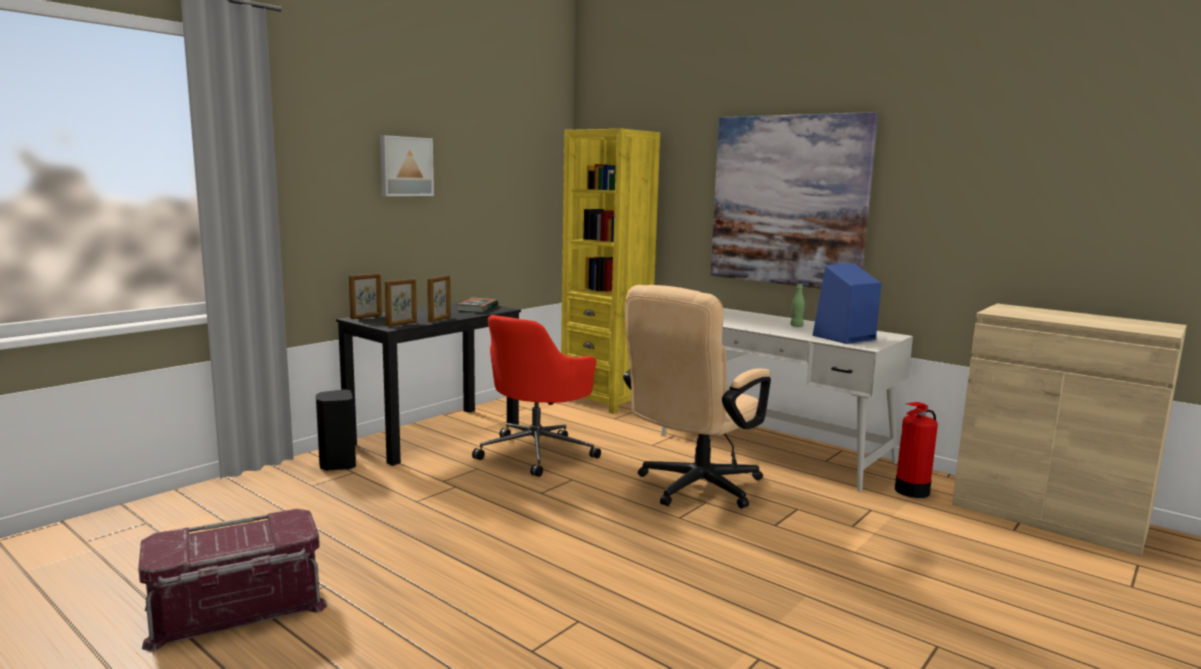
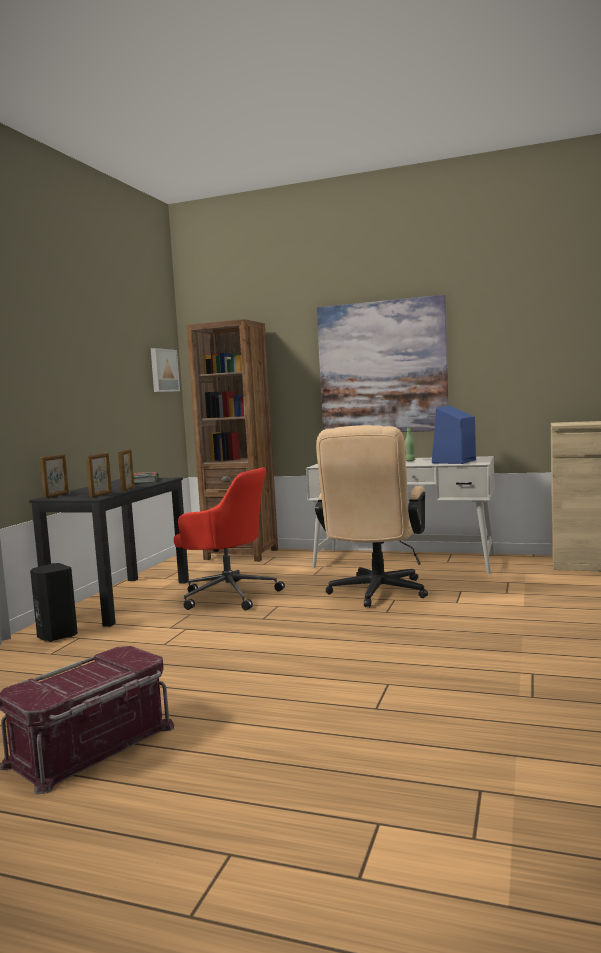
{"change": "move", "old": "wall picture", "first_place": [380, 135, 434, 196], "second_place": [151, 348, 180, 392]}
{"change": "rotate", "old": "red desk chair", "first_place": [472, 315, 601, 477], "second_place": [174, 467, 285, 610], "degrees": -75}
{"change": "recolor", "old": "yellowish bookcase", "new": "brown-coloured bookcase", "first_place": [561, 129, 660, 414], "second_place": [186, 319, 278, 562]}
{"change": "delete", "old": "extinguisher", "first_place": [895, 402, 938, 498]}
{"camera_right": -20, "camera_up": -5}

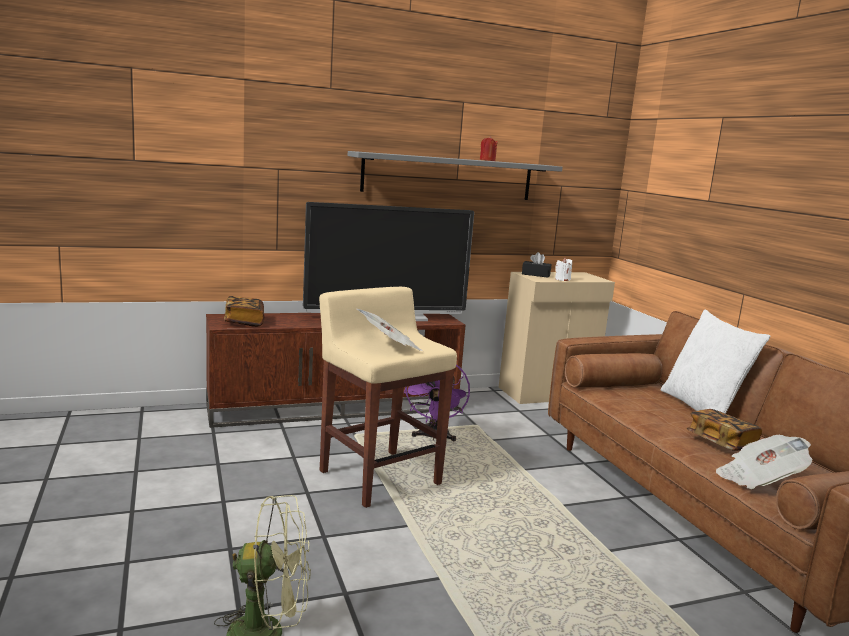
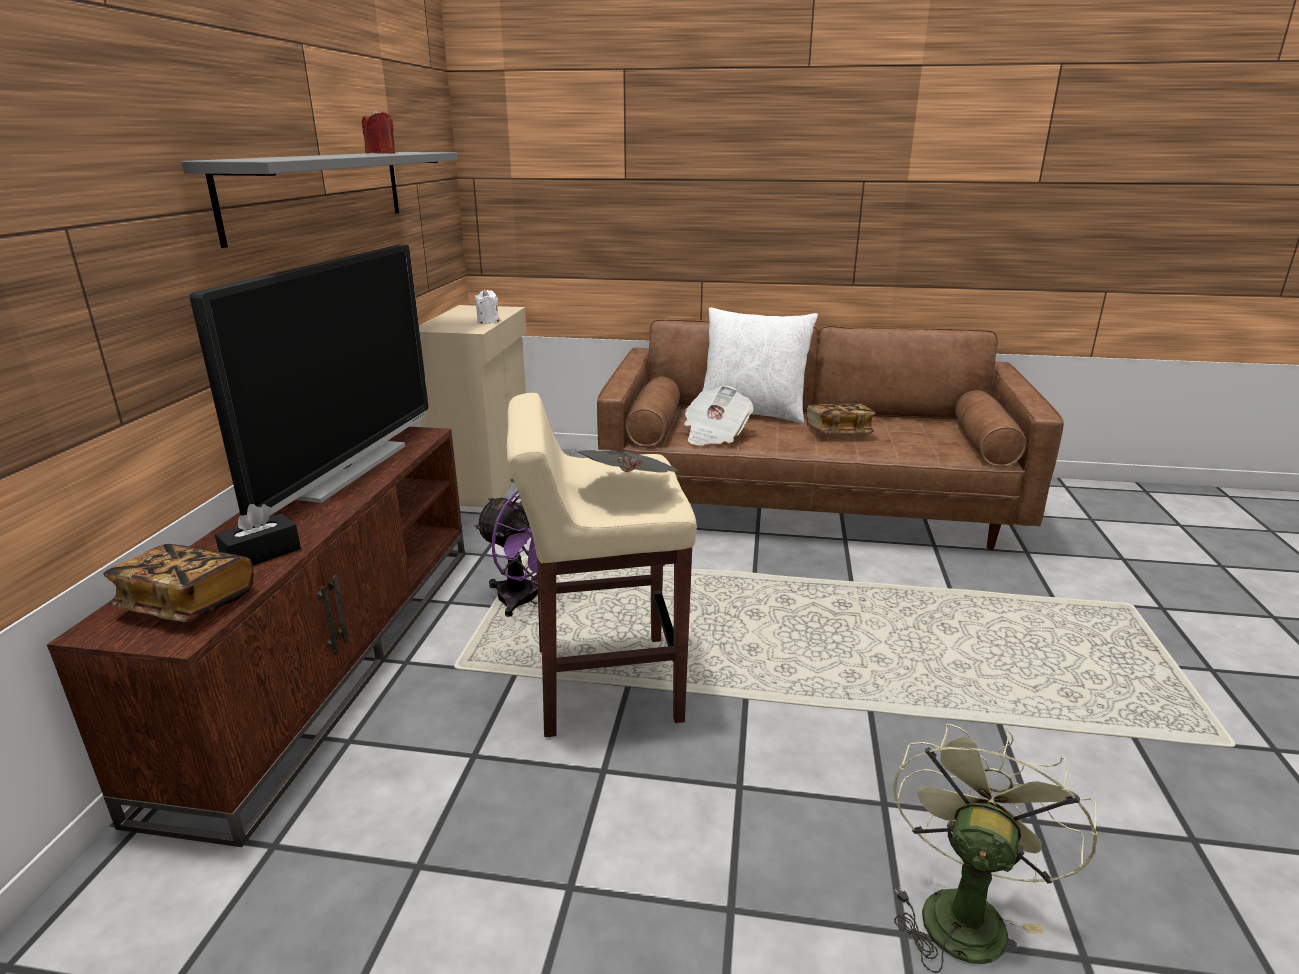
{"change": "move", "old": "black-coloured box of tissues", "first_place": [522, 252, 551, 278], "second_place": [215, 504, 301, 565]}
{"change": "move", "old": "printed paper", "first_place": [716, 435, 812, 489], "second_place": [684, 386, 754, 445]}
{"camera_right": -60, "camera_up": 10}

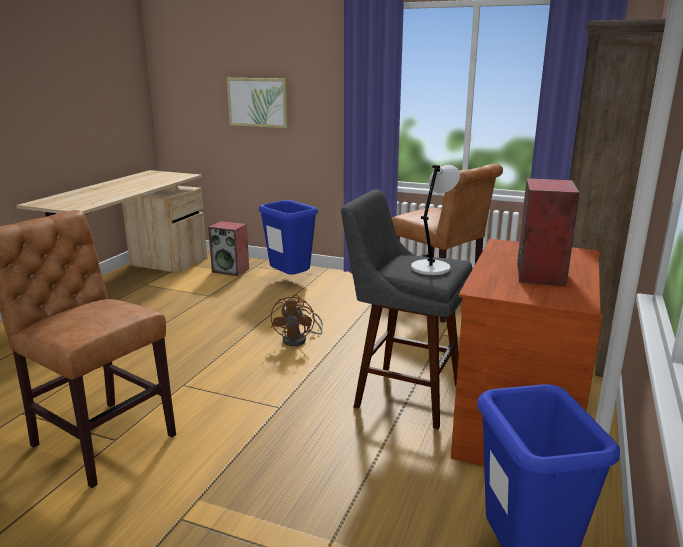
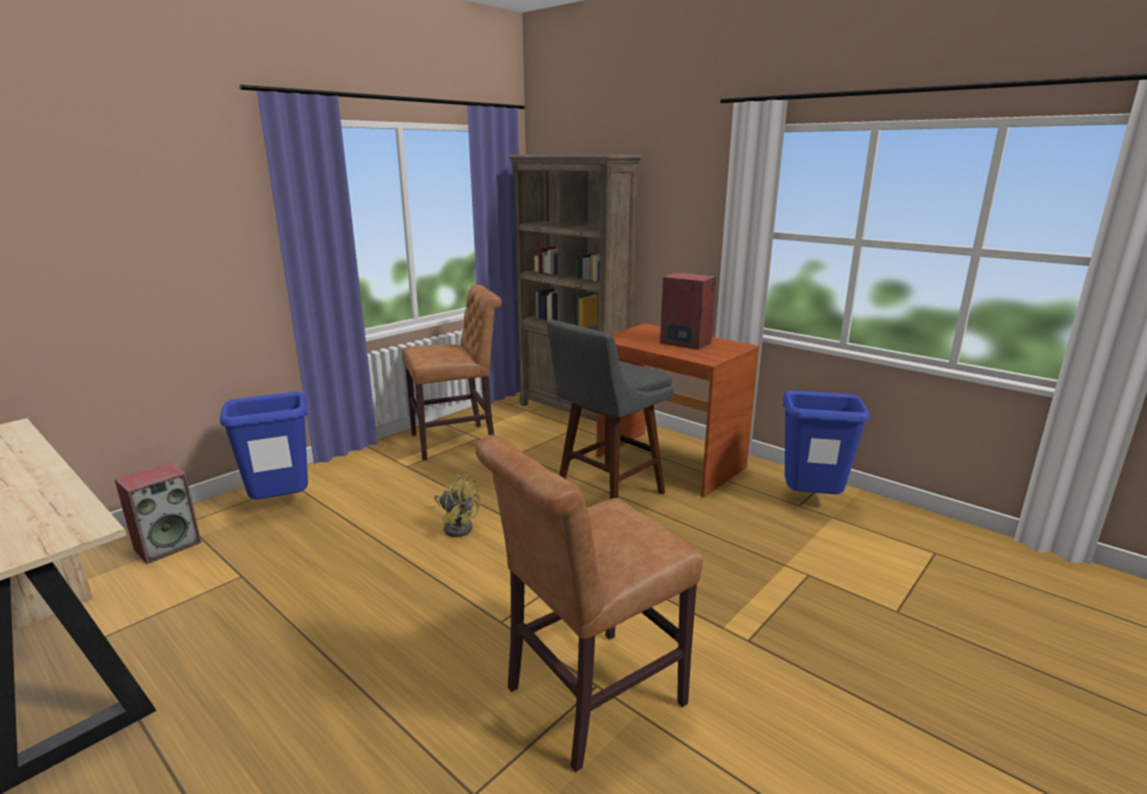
{"change": "delete", "old": "wall picture", "first_place": [227, 78, 288, 128]}
{"change": "recolor", "old": "brown-coloured fan", "new": "yellowish fan", "first_place": [271, 295, 323, 346], "second_place": [434, 474, 480, 537]}
{"change": "delete", "old": "gray tabletop lamp", "first_place": [411, 165, 460, 275]}
{"camera_right": -70, "camera_up": 0}

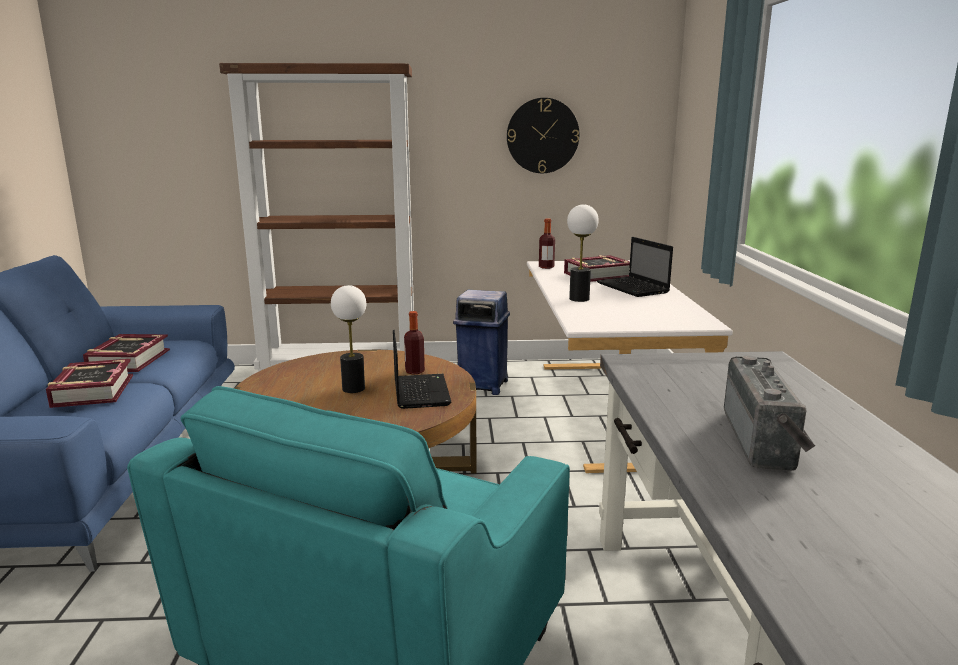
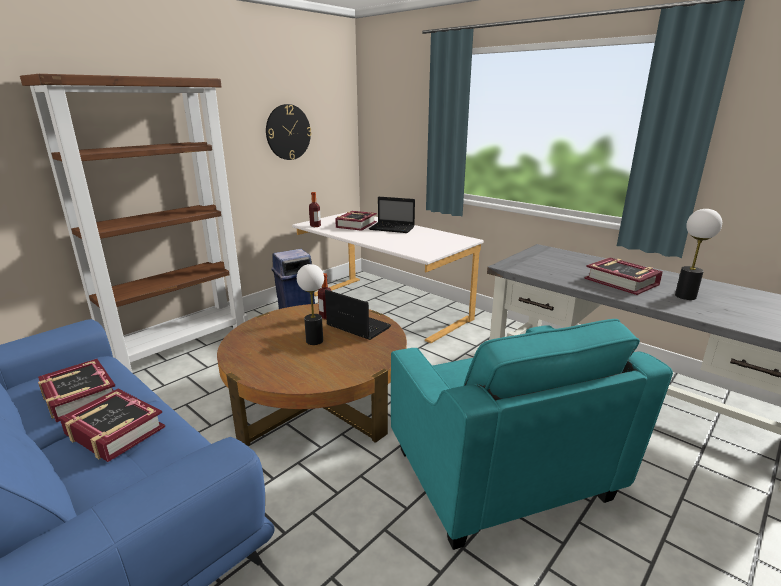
{"change": "move", "old": "tabletop lamp", "first_place": [567, 204, 599, 302], "second_place": [675, 209, 722, 300]}
{"change": "replace", "old": "radio receiver", "new": "bound book", "first_place": [724, 355, 815, 471], "second_place": [585, 258, 663, 295]}
{"camera_right": -45, "camera_up": 5}

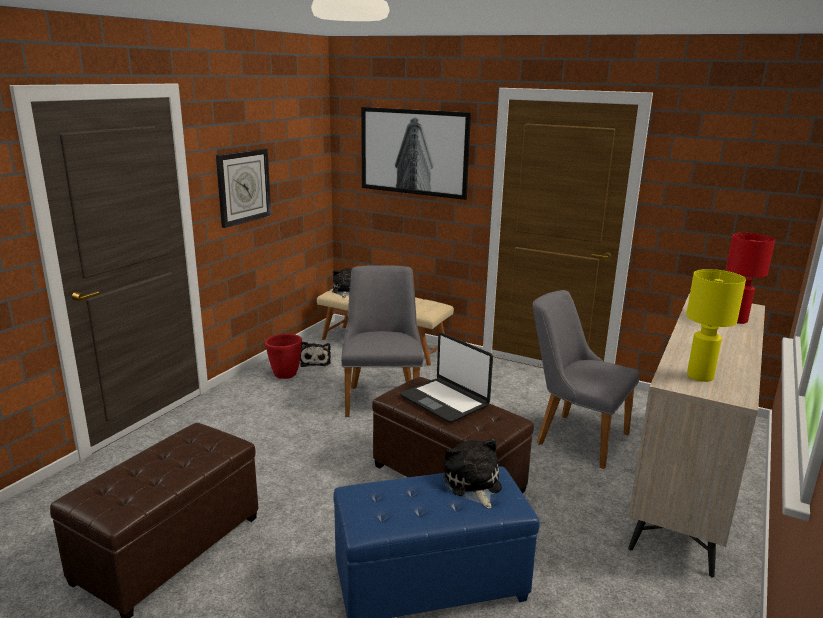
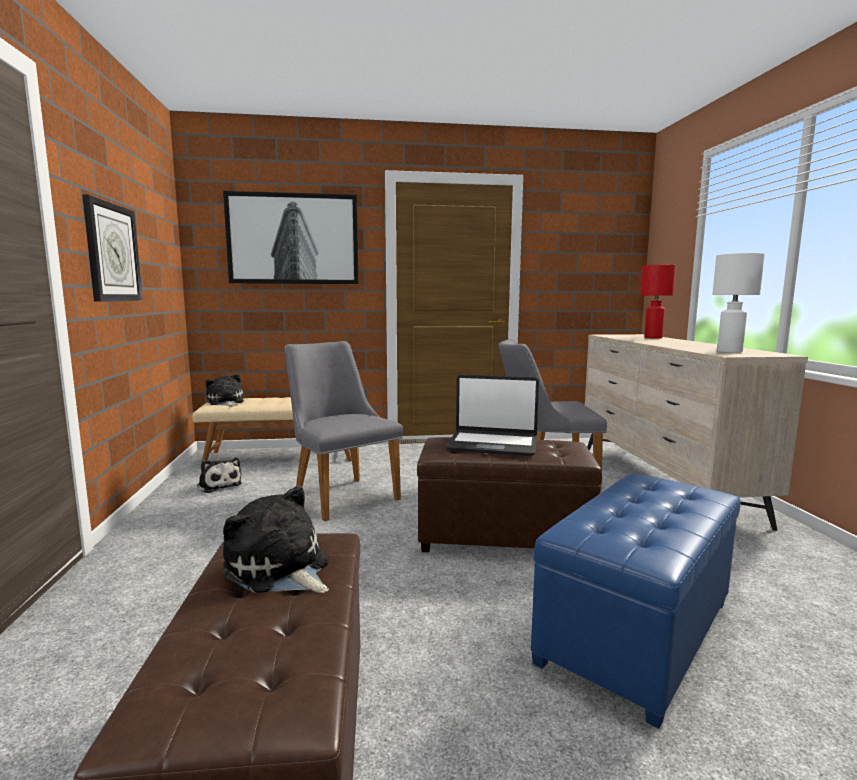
{"change": "delete", "old": "red planter", "first_place": [265, 334, 302, 379]}
{"change": "move", "old": "soft toy", "first_place": [443, 439, 502, 509], "second_place": [223, 486, 329, 593]}
{"change": "recolor", "old": "yellowish tabletop lamp", "new": "white tabletop lamp", "first_place": [686, 269, 746, 382], "second_place": [712, 253, 765, 353]}
{"camera_right": -35, "camera_up": -10}

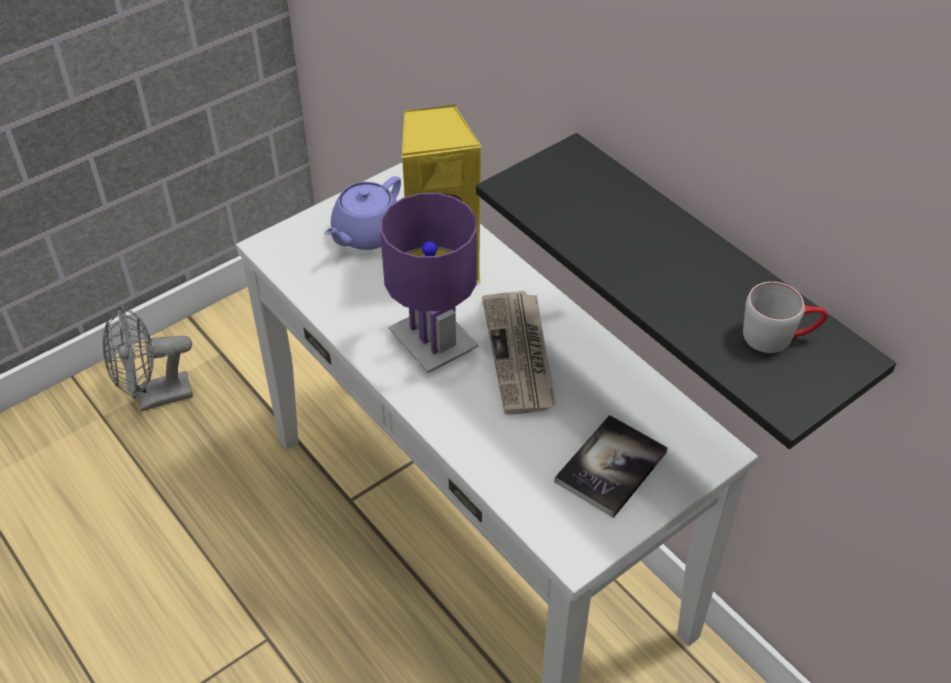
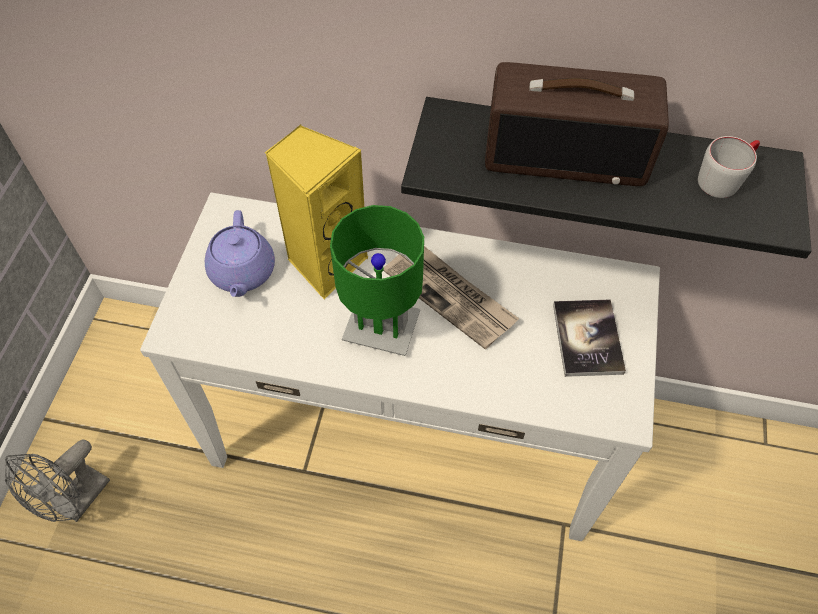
{"change": "recolor", "old": "purple tabletop lamp", "new": "greenish tabletop lamp", "first_place": [380, 193, 479, 373], "second_place": [330, 205, 424, 356]}
{"change": "insert", "new": "radio receiver", "second_place": [485, 62, 669, 186]}
{"camera_right": -40, "camera_up": 10}

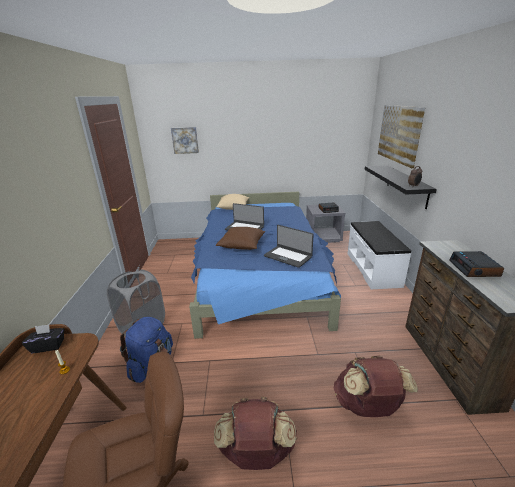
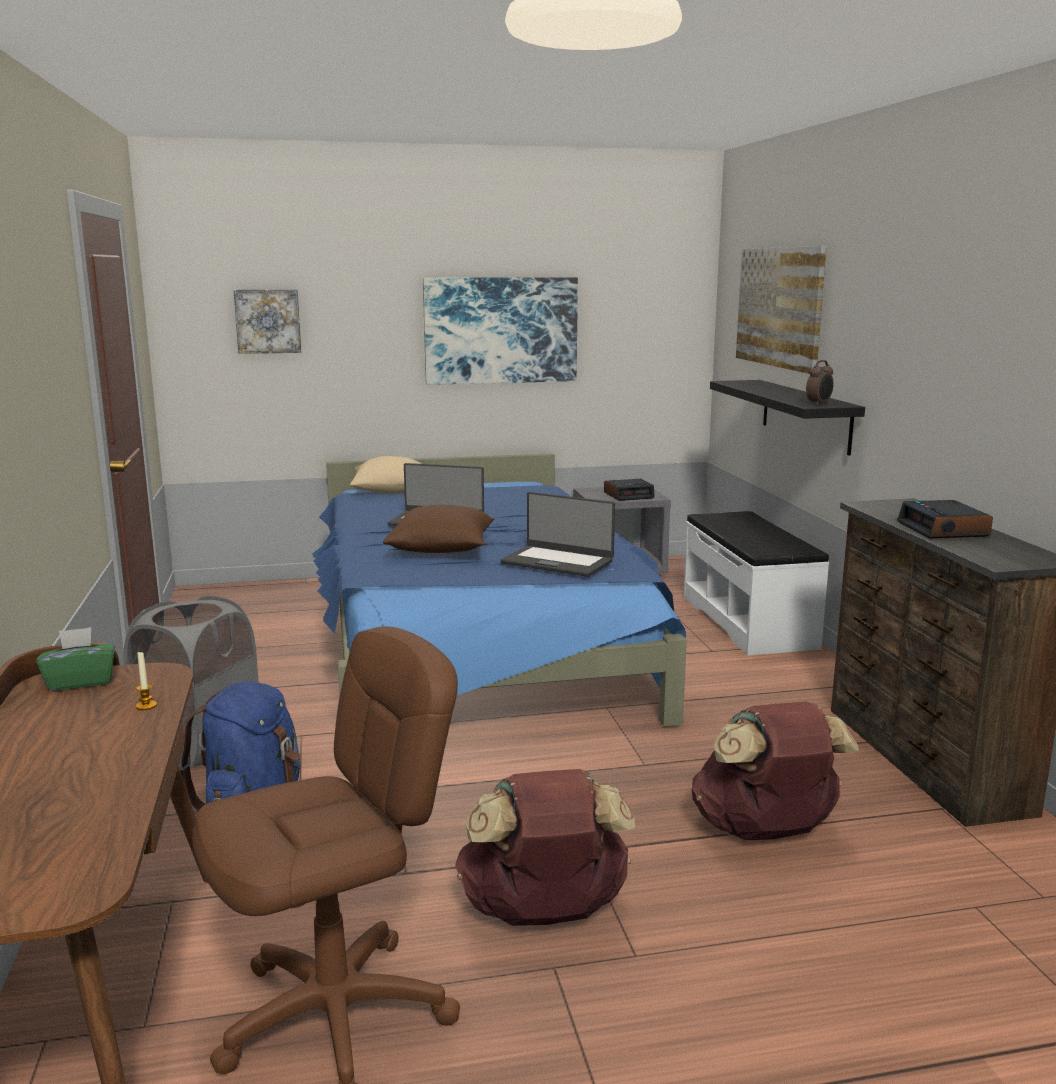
{"change": "recolor", "old": "black-coloured box of tissues", "new": "greenish box of tissues", "first_place": [22, 324, 64, 353], "second_place": [37, 627, 115, 691]}
{"change": "insert", "new": "wall picture", "second_place": [423, 277, 578, 385]}
{"camera_right": -10, "camera_up": -10}

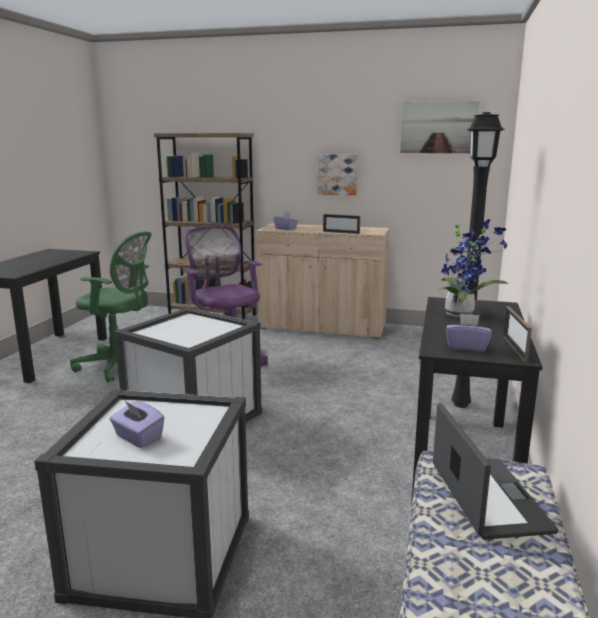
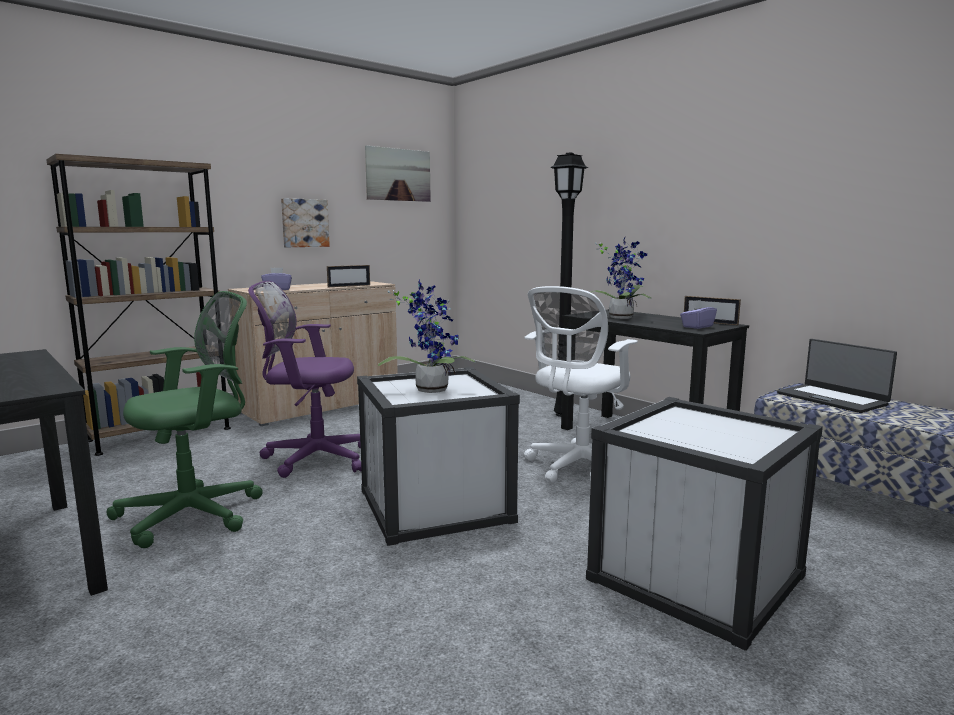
{"change": "delete", "old": "purple box of tissues", "first_place": [110, 401, 164, 448]}
{"change": "rotate", "old": "portable computer", "first_place": [433, 403, 559, 540], "second_place": [777, 339, 897, 413], "degrees": -150}
{"change": "insert", "new": "potted plant", "second_place": [378, 280, 476, 393]}
{"change": "insert", "new": "white desk chair", "second_place": [524, 286, 638, 484]}
{"camera_right": -55, "camera_up": -5}

